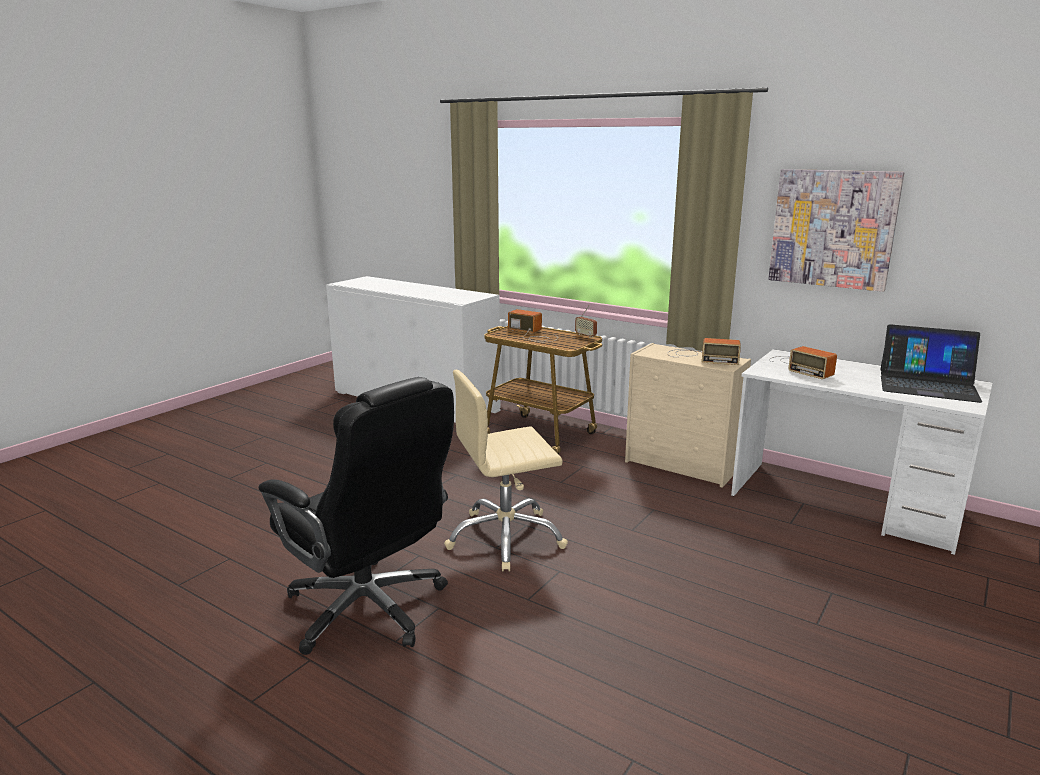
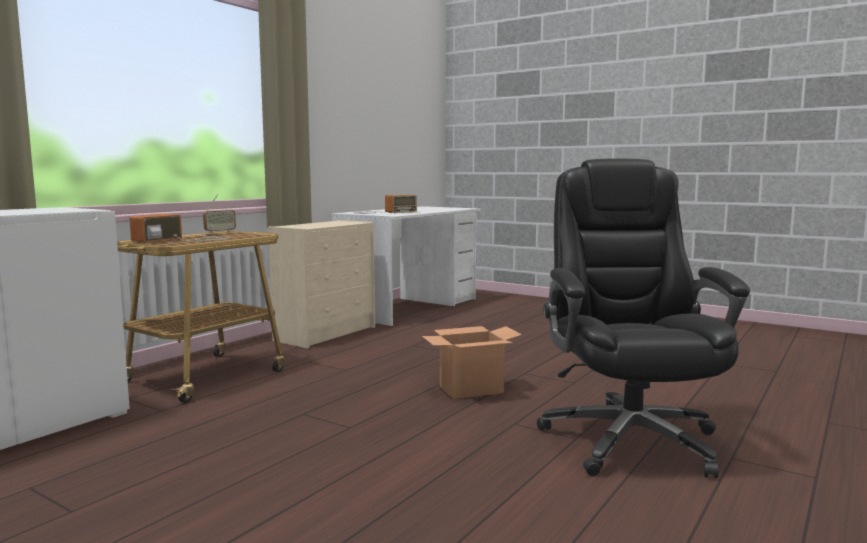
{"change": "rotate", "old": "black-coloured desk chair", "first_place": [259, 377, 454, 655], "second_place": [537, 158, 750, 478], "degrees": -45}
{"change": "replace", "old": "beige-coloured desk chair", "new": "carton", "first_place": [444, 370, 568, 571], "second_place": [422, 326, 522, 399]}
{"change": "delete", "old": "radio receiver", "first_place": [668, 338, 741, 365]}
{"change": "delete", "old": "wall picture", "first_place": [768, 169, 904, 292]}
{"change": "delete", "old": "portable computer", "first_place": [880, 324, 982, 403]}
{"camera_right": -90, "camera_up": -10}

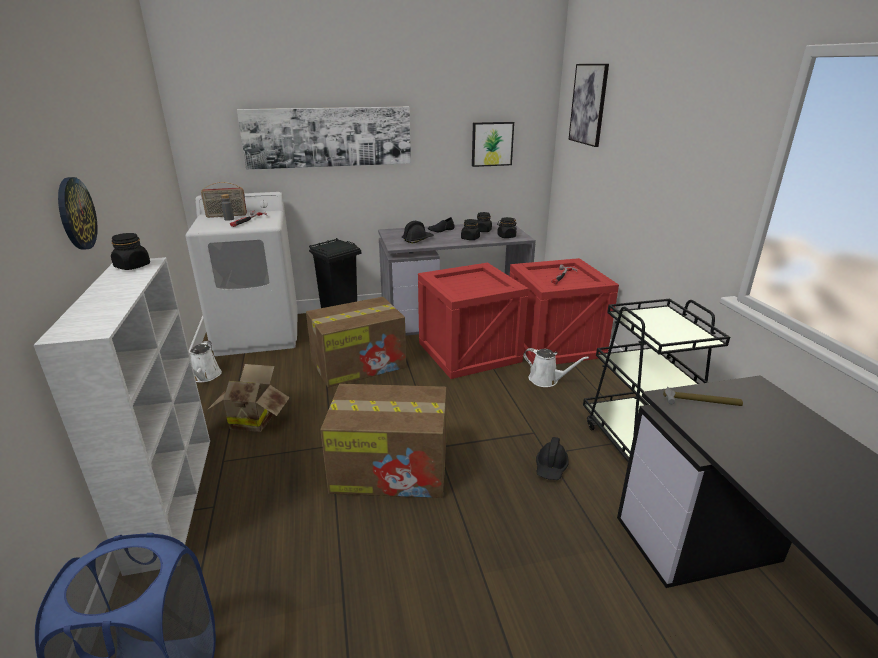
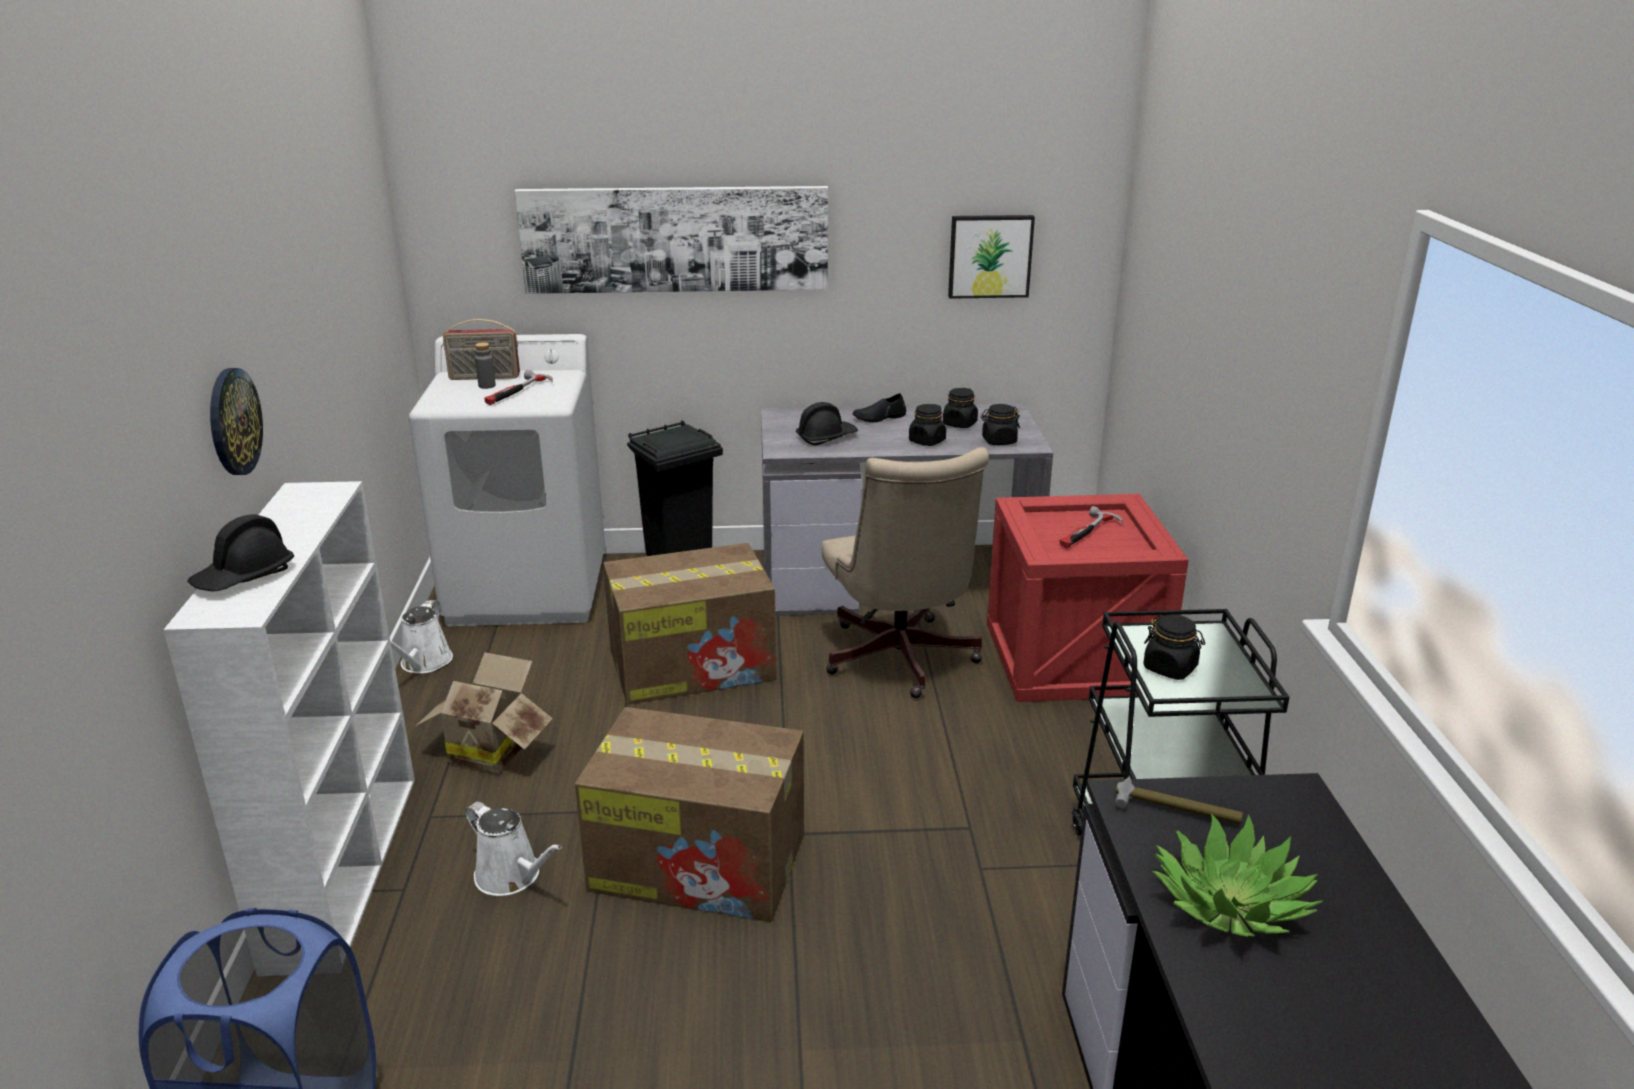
{"change": "move", "old": "black-coloured preserve jar", "first_place": [111, 233, 150, 270], "second_place": [1143, 615, 1205, 680]}
{"change": "replace", "old": "shipping crate", "new": "beige-coloured desk chair", "first_place": [418, 263, 529, 379], "second_place": [822, 447, 989, 698]}
{"change": "move", "old": "white watering pot", "first_place": [523, 348, 589, 387], "second_place": [465, 802, 562, 896]}
{"change": "move", "old": "black-coloured work helmet", "first_place": [536, 437, 569, 480], "second_place": [187, 515, 294, 591]}
{"change": "delete", "old": "wall picture", "first_place": [569, 64, 609, 147]}
{"change": "insert", "new": "potted plant", "second_place": [1152, 813, 1324, 937]}
{"camera_right": 10, "camera_up": 0}

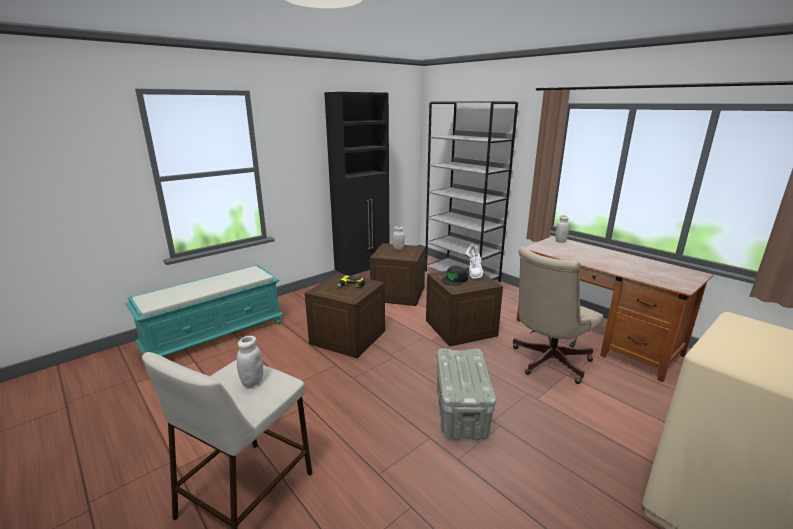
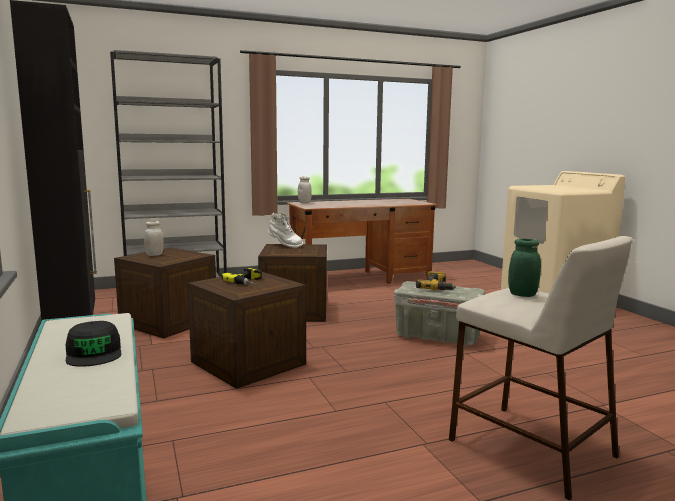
{"change": "recolor", "old": "white preserve jar", "new": "greenish preserve jar", "first_place": [237, 336, 263, 388], "second_place": [508, 239, 541, 297]}
{"change": "move", "old": "black-coloured baseball cap", "first_place": [441, 266, 468, 286], "second_place": [66, 321, 121, 367]}
{"change": "delete", "old": "beige-coloured desk chair", "first_place": [513, 246, 603, 384]}
{"change": "insert", "new": "electric drill", "second_place": [416, 271, 456, 290]}
{"camera_right": -70, "camera_up": -10}

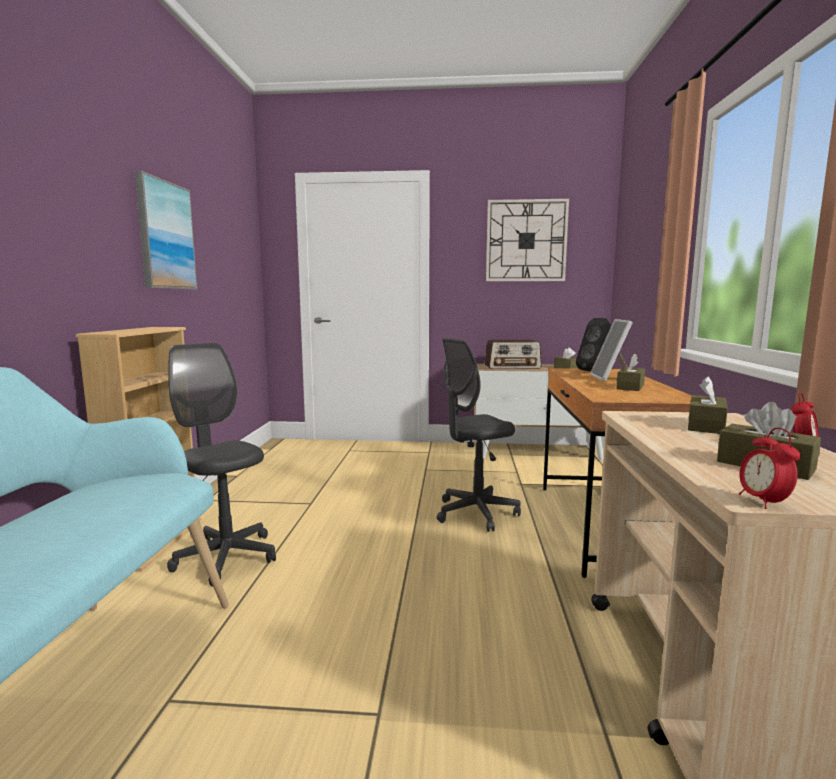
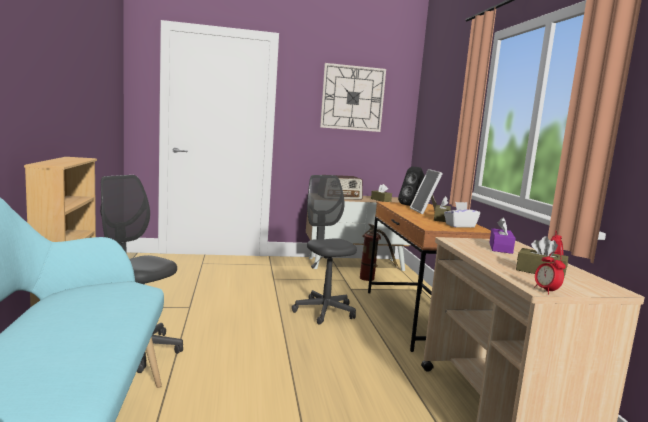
{"change": "delete", "old": "wall picture", "first_place": [134, 171, 197, 289]}
{"change": "rotate", "old": "gray desk chair", "first_place": [437, 338, 521, 532], "second_place": [292, 175, 357, 325], "degrees": 105}
{"change": "recolor", "old": "brown-coloured box of tissues", "new": "purple box of tissues", "first_place": [688, 376, 728, 434], "second_place": [489, 218, 515, 254]}
{"change": "insert", "new": "extinguisher", "second_place": [360, 224, 398, 281]}
{"change": "insert", "new": "white box of tissues", "second_place": [444, 202, 480, 228]}
{"camera_right": -15, "camera_up": 0}

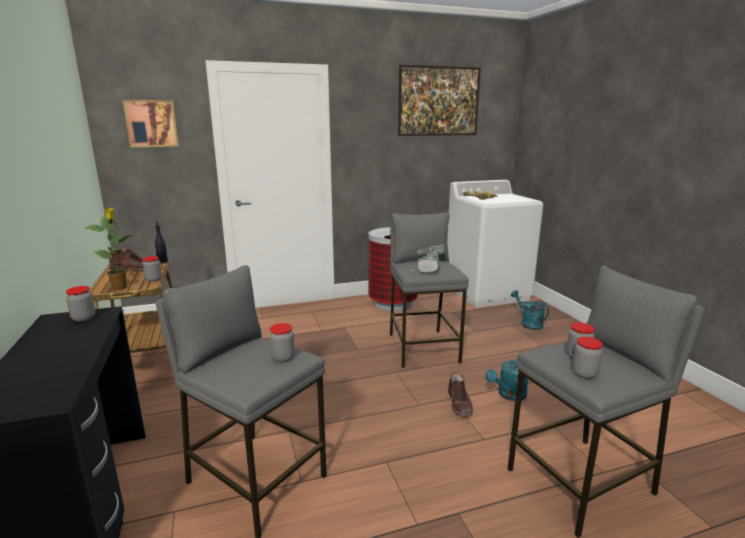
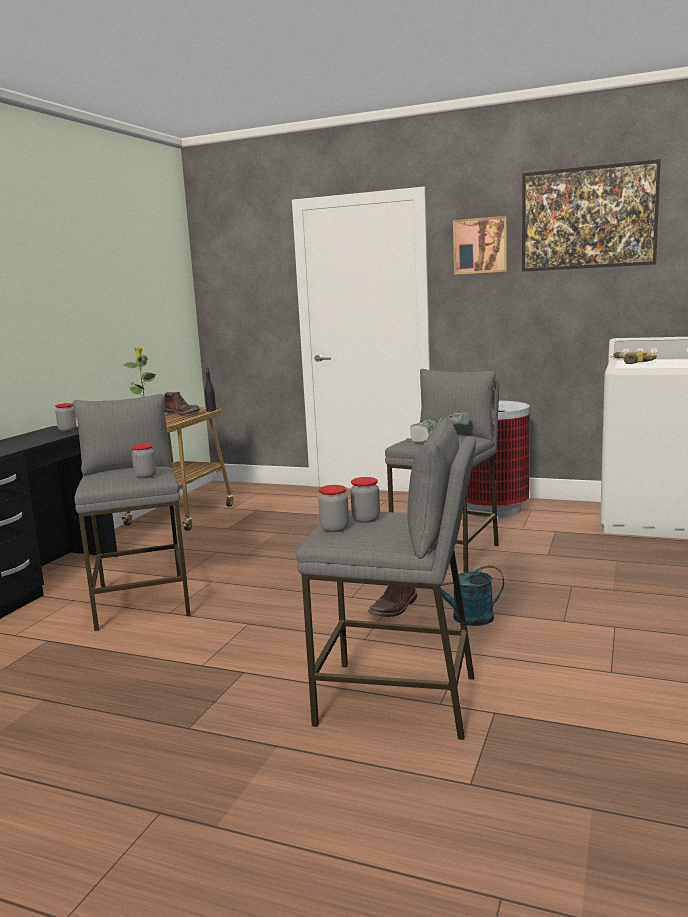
{"change": "move", "old": "wall picture", "first_place": [123, 100, 179, 147], "second_place": [453, 216, 508, 275]}
{"change": "delete", "old": "preserve jar", "first_place": [142, 256, 162, 282]}
{"change": "delete", "old": "turquoise-coloured watering pot", "first_place": [511, 290, 549, 330]}
{"camera_right": 40, "camera_up": -5}

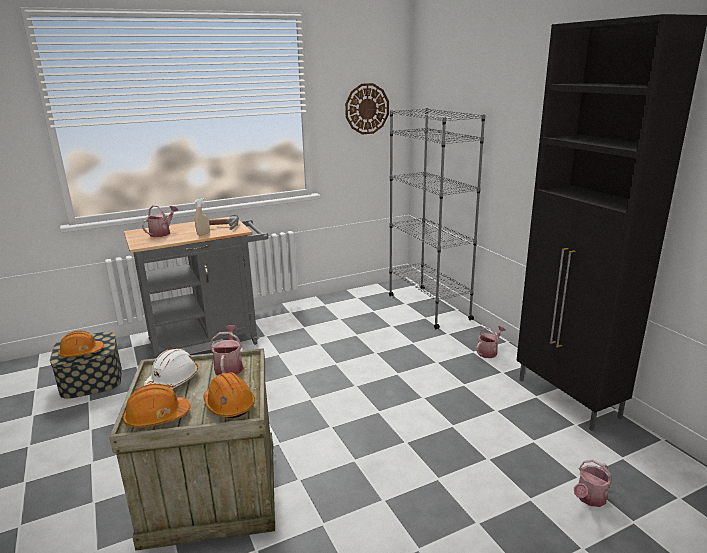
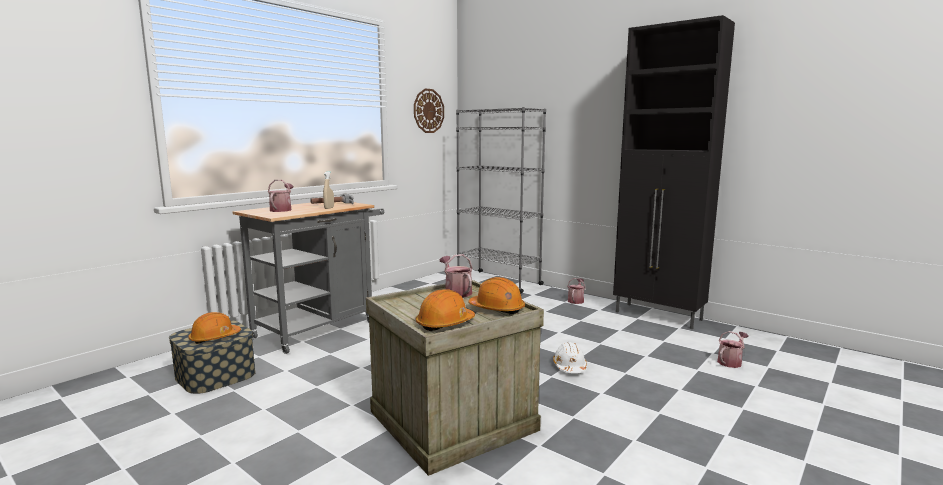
{"change": "move", "old": "white work helmet", "first_place": [144, 349, 198, 389], "second_place": [553, 342, 587, 373]}
{"change": "rotate", "old": "watering pot", "first_place": [574, 460, 612, 507], "second_place": [717, 331, 749, 368], "degrees": -150}
{"camera_right": -25, "camera_up": -10}

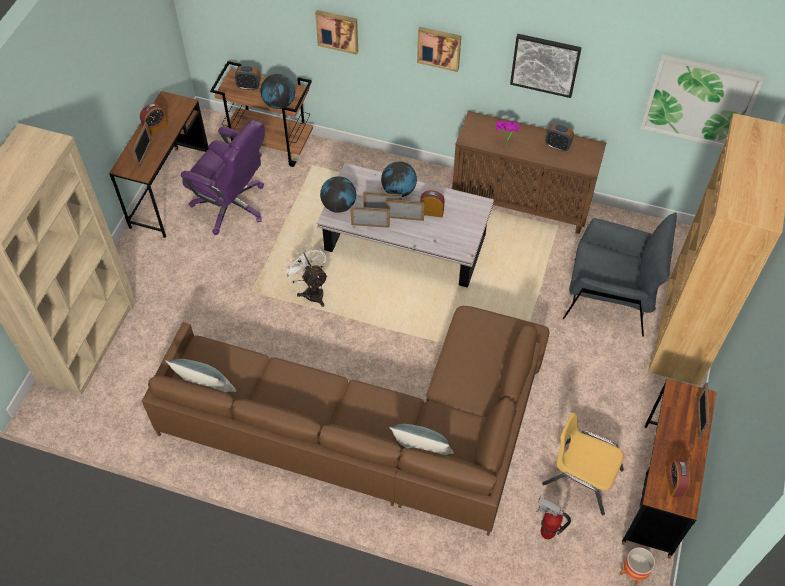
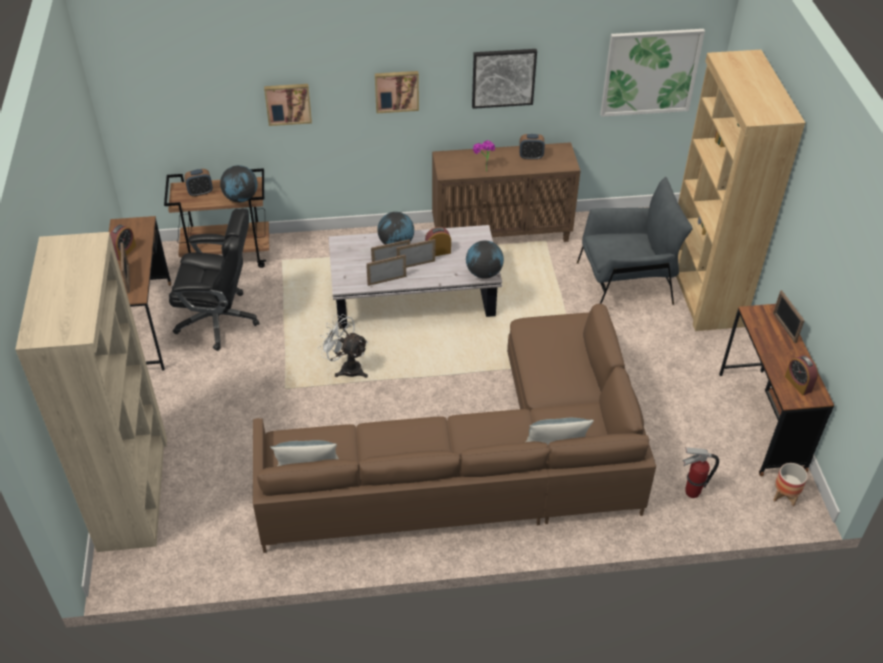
{"change": "recolor", "old": "purple desk chair", "new": "black-coloured desk chair", "first_place": [181, 120, 265, 235], "second_place": [169, 208, 260, 351]}
{"change": "move", "old": "desk globe", "first_place": [320, 176, 356, 213], "second_place": [466, 241, 504, 279]}
{"change": "delete", "old": "yellowish plain chair", "first_place": [542, 412, 624, 515]}
{"camera_right": -25, "camera_up": -10}

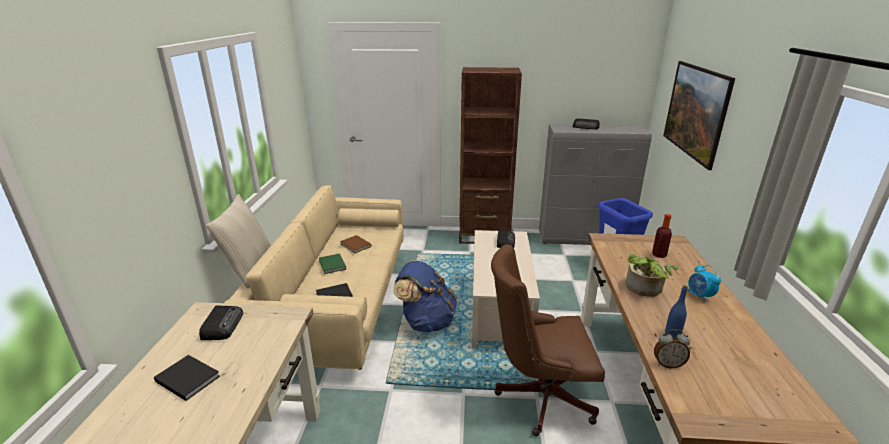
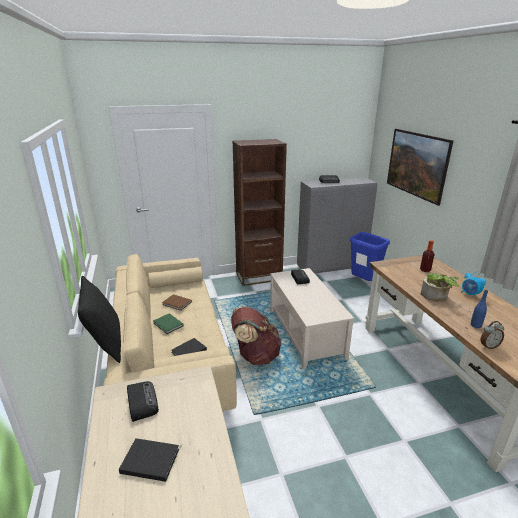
{"change": "recolor", "old": "beige-coloured pillow", "new": "black-coloured pillow", "first_place": [206, 194, 271, 289], "second_place": [78, 276, 121, 363]}
{"change": "recolor", "old": "bluish knapsack", "new": "brown-coloured knapsack", "first_place": [393, 260, 457, 333], "second_place": [231, 307, 282, 365]}
{"change": "delete", "old": "brown-coloured desk chair", "first_place": [491, 244, 605, 436]}
{"camera_right": -20, "camera_up": 0}

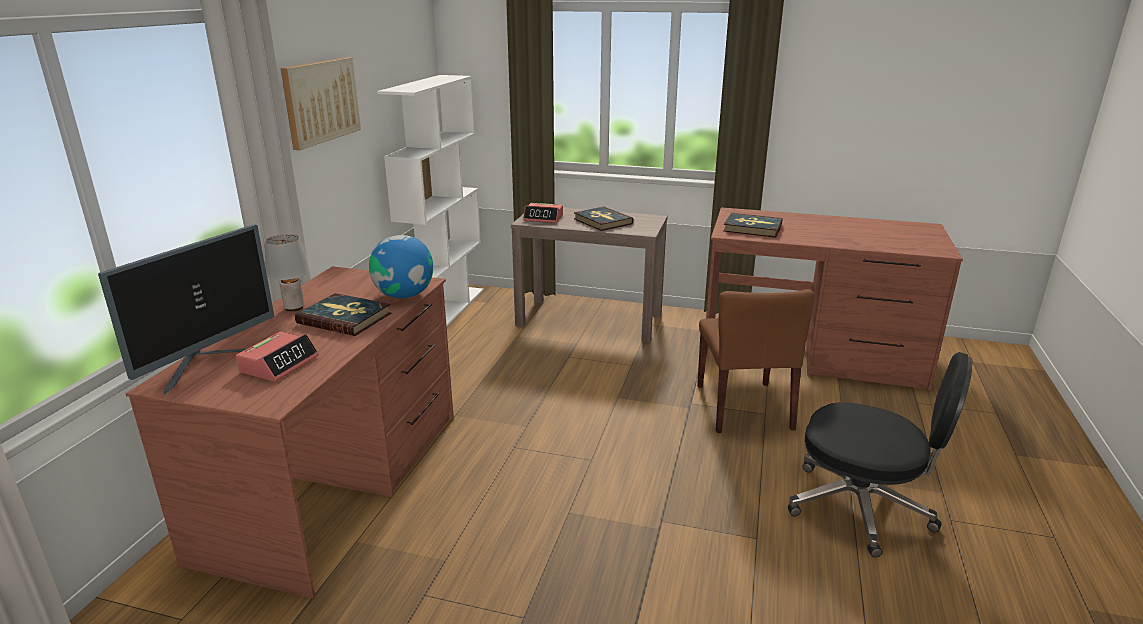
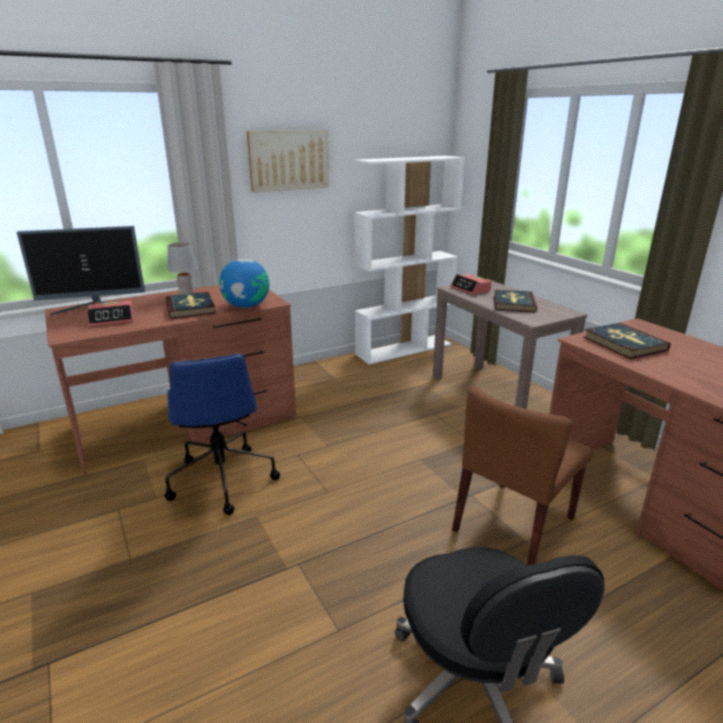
{"change": "insert", "new": "bluish desk chair", "second_place": [164, 353, 280, 515]}
{"camera_right": 45, "camera_up": 0}

